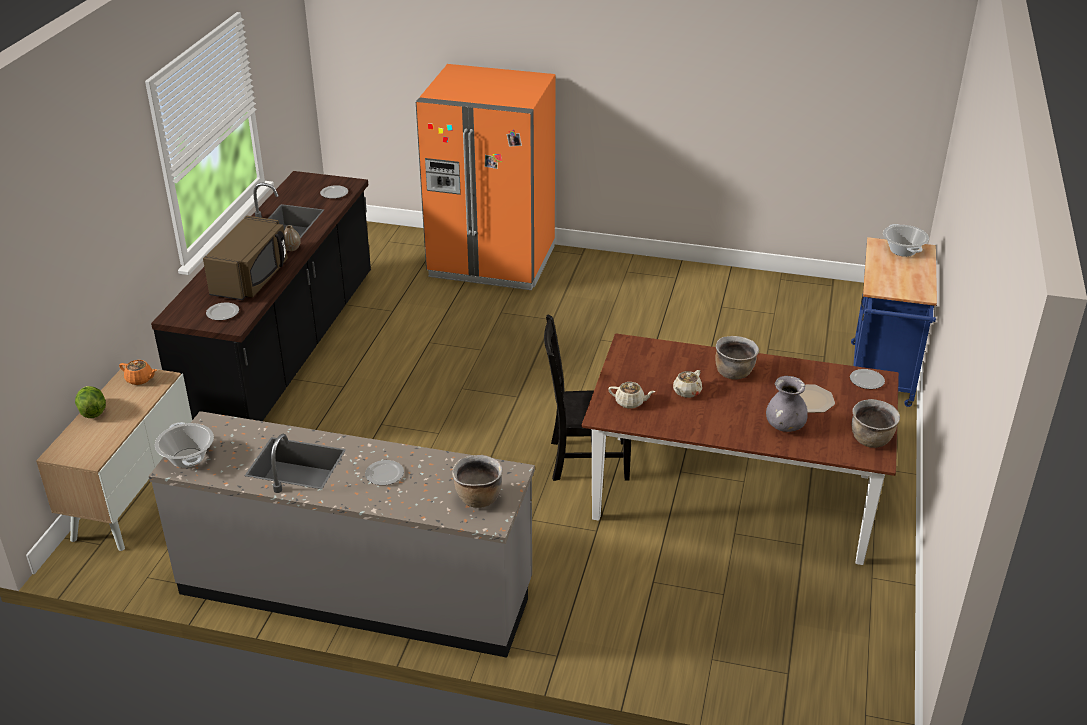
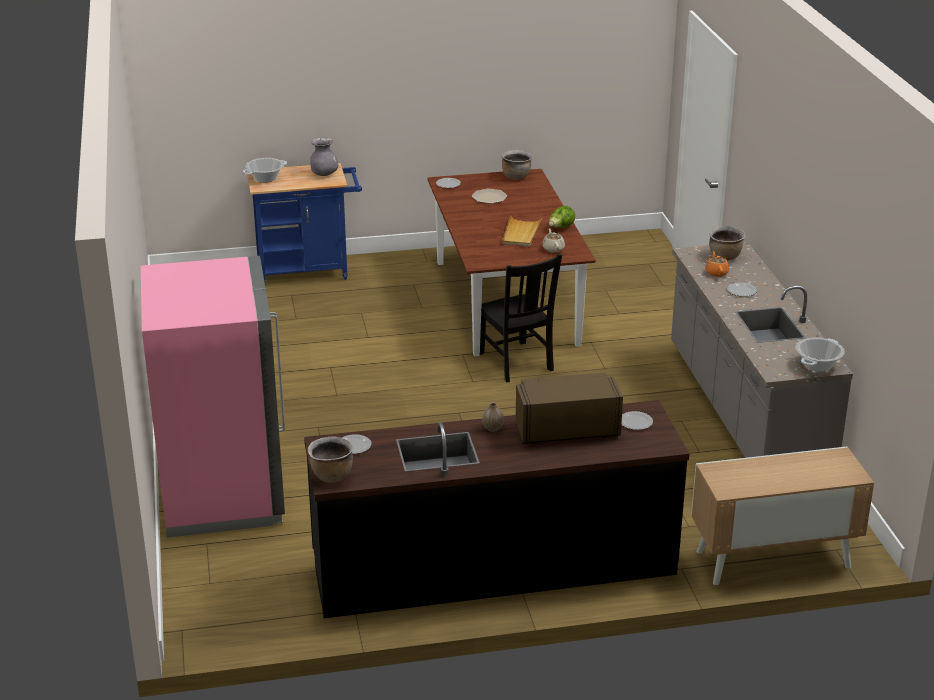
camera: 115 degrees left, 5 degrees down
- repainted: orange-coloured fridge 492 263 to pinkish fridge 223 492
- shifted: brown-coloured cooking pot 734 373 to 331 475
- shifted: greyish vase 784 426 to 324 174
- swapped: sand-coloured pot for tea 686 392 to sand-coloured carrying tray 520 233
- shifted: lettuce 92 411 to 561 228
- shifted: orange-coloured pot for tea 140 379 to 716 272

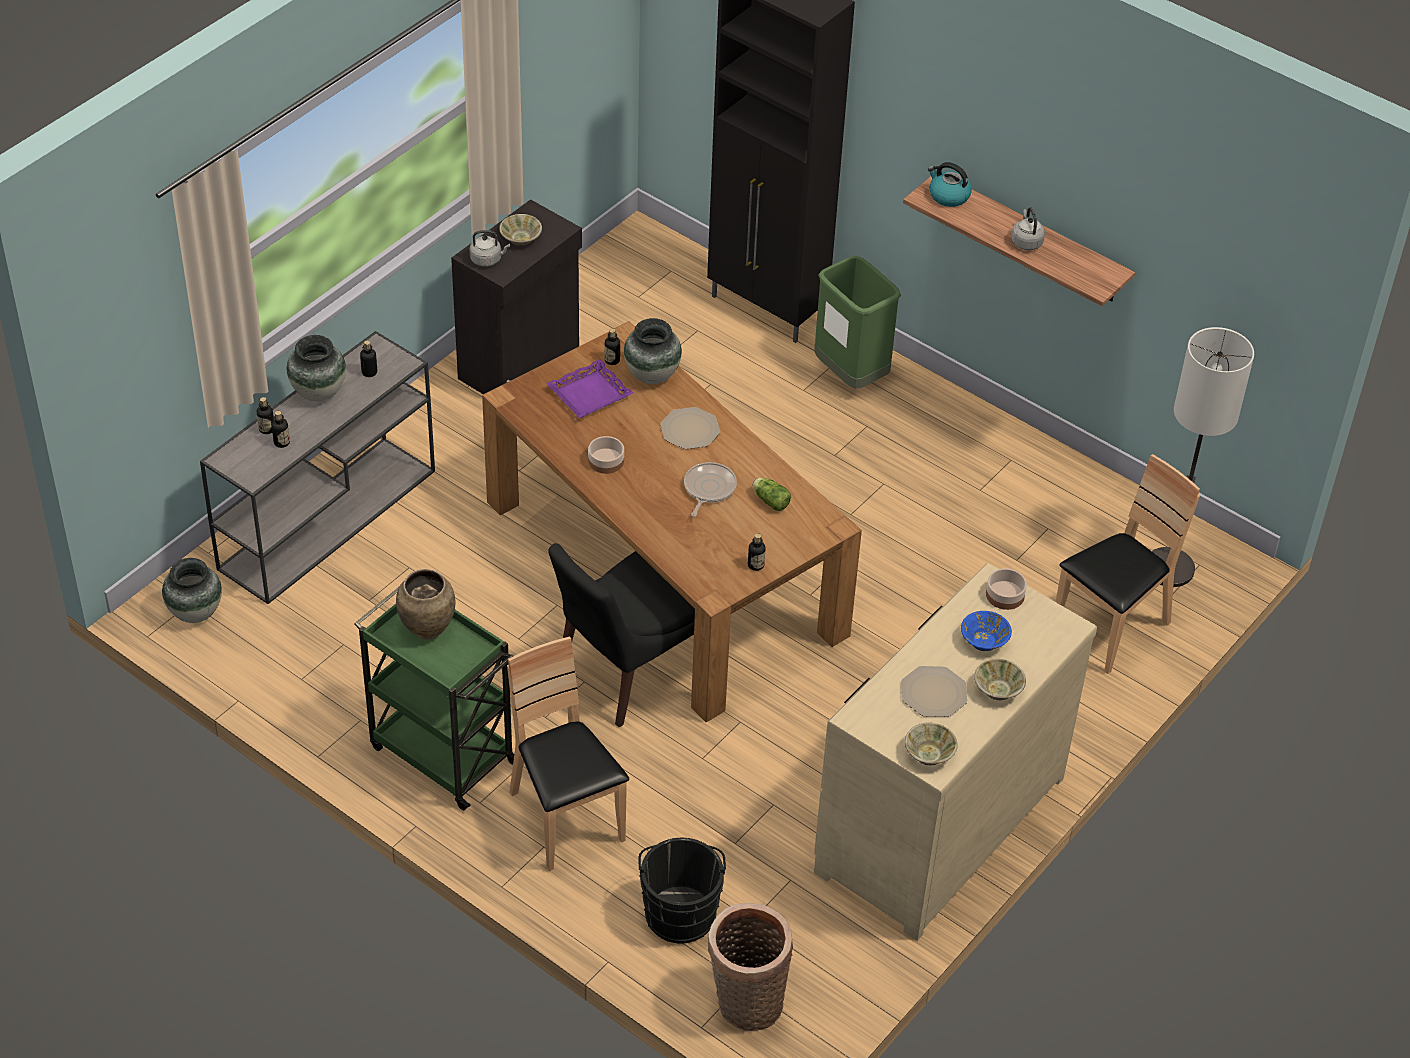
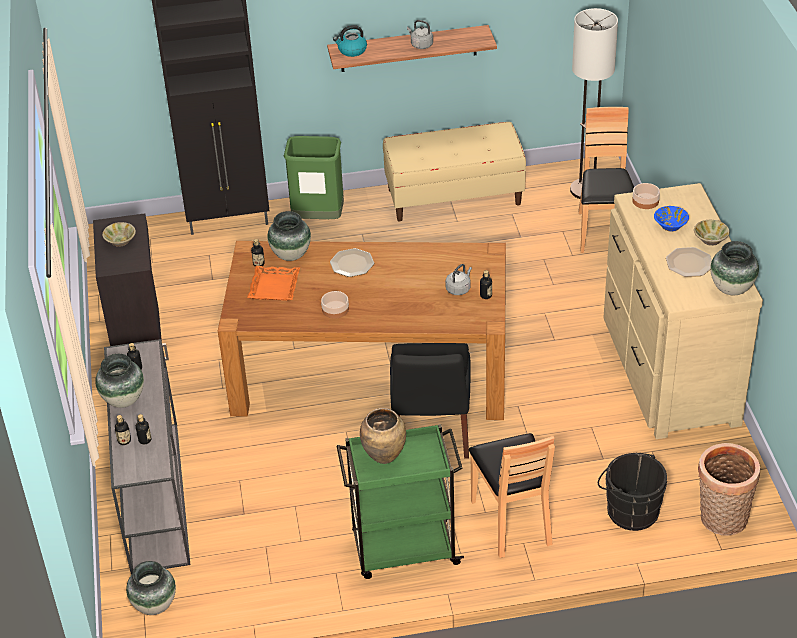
camera: 45 degrees left, 5 degrees down
- repainted: purple-coloured carrying tray 589 394 to orange-coloured carrying tray 273 287
- new: sand-coloured long seat 454 196
- shifted: greyish kettle 487 259 to 459 289
- rotated: brown-coloured plain chair 565 819 = 512 521 120 degrees counterclockwise
- swapped: sand-coloured deep dish 929 754 to vase 731 288
- gone: skillet 708 489
- gone: lettuce 769 500

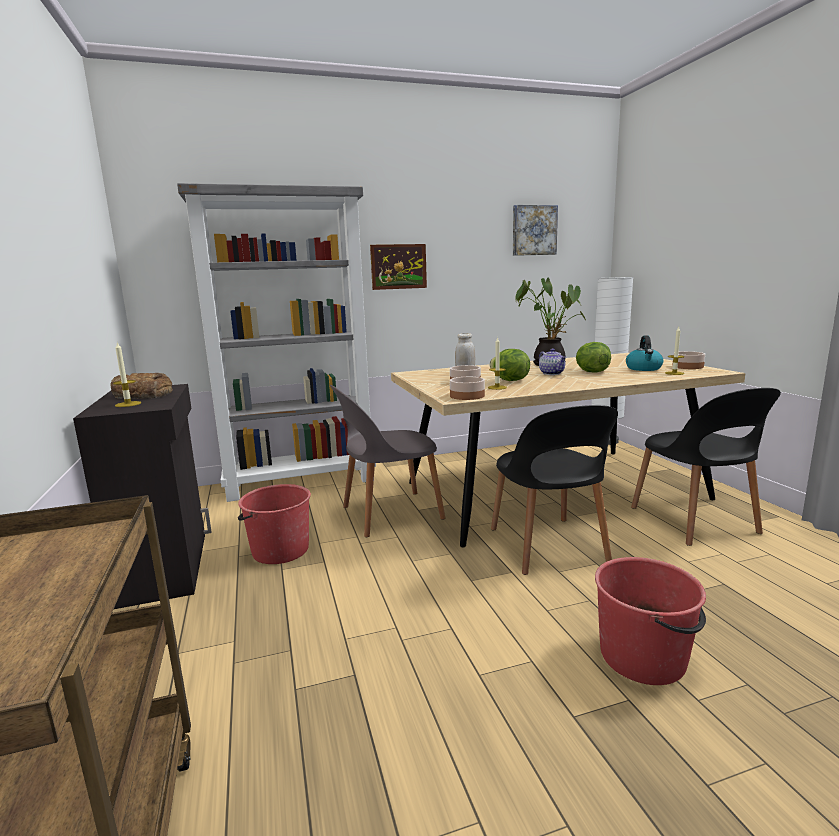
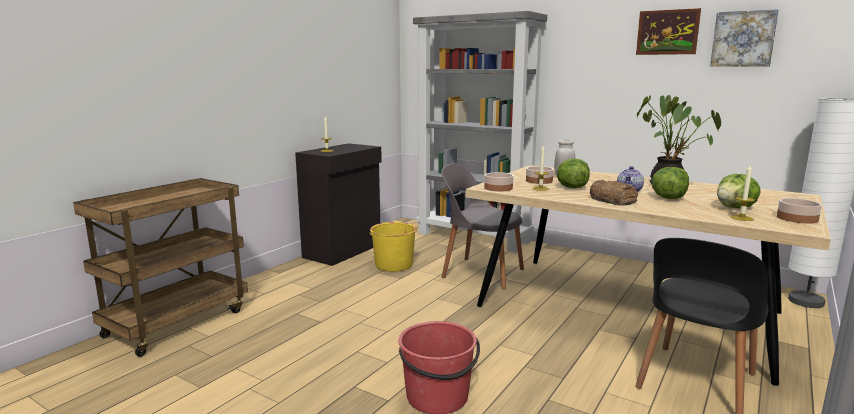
camera: 50 degrees right, 0 degrees up
- repainted: red water bucket 279 550 to yellow-coloured water bucket 393 265
- shifted: bread 143 394 to 613 199
- shifted: picture 398 266 to 667 32
- swapped: kettle 644 368 to lettuce 735 208
- gone: blackish plain chair 548 547

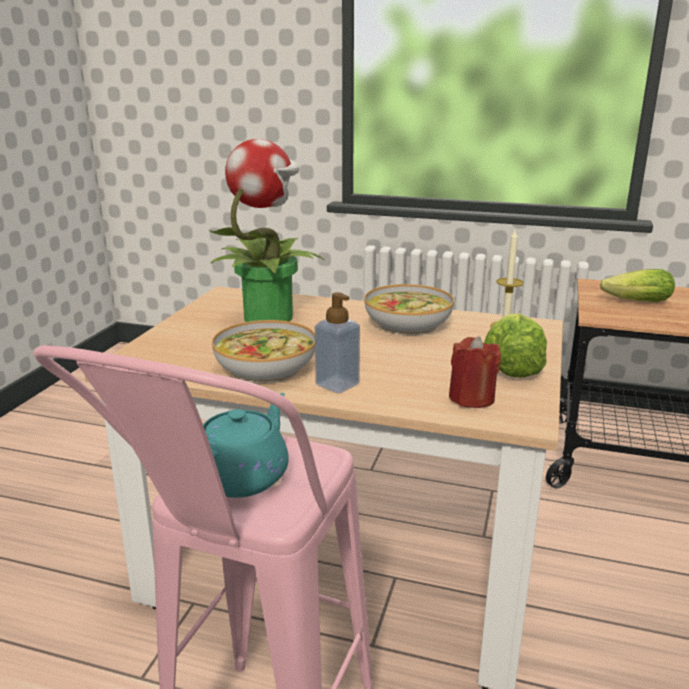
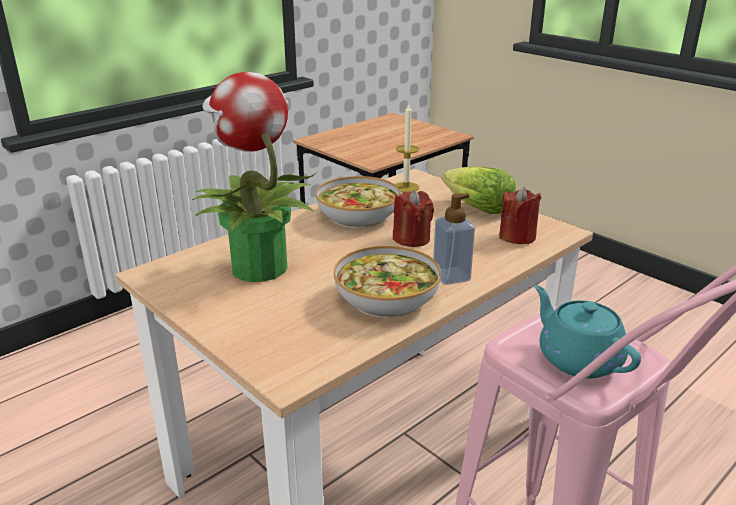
camera: 60 degrees left, 5 degrees up
- new: red candle 411 239
- gone: lettuce 633 302

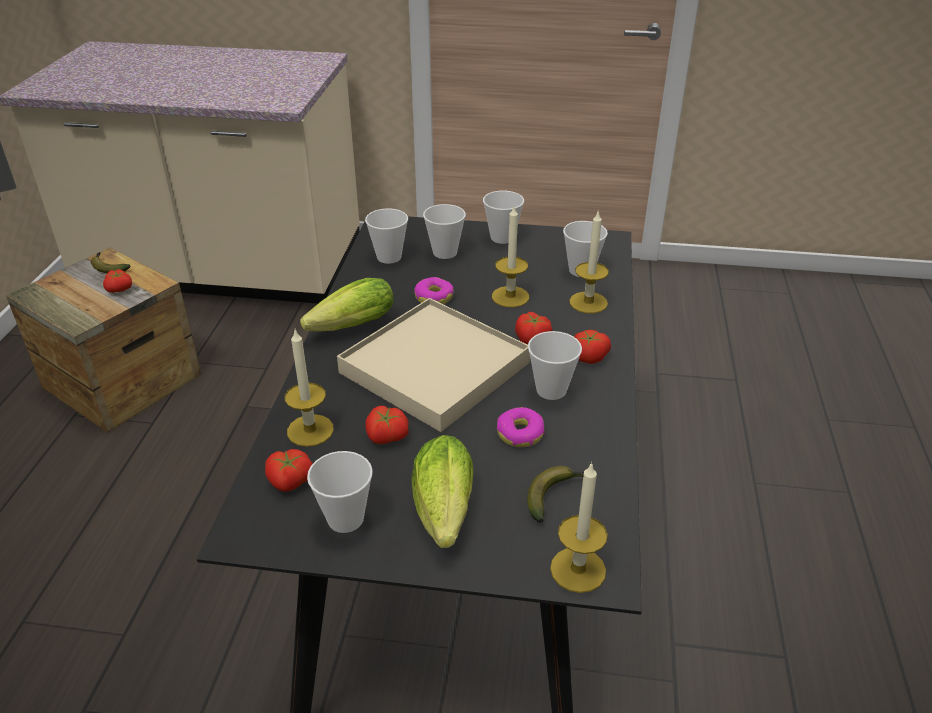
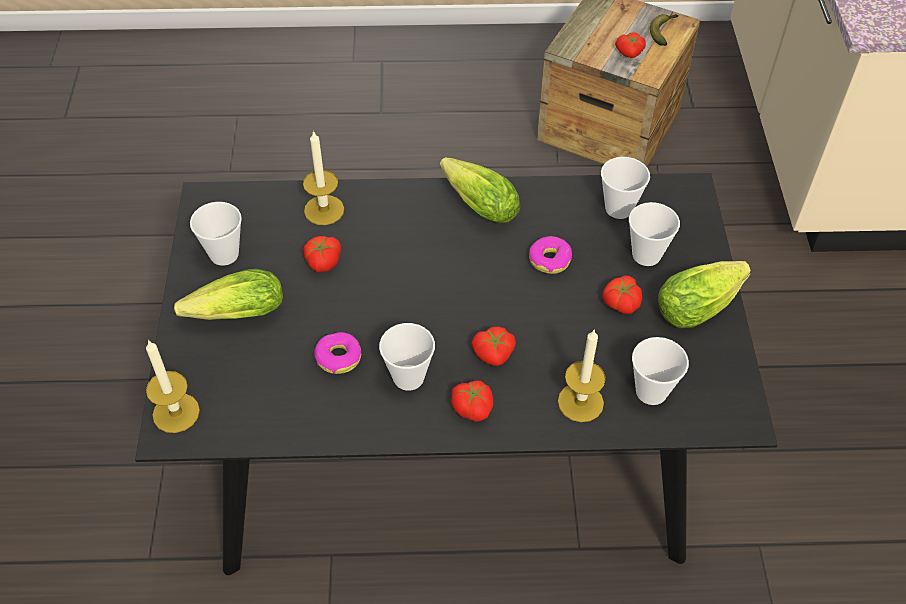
camera: 80 degrees right, 15 degrees up
- shifted: fresh tomato 290 481 to 620 303
- swapped: cup 502 237 to lettuce 702 304
- gone: sand-coloured carrying tray 434 367
- gone: candle 510 297
- gone: banana 555 495

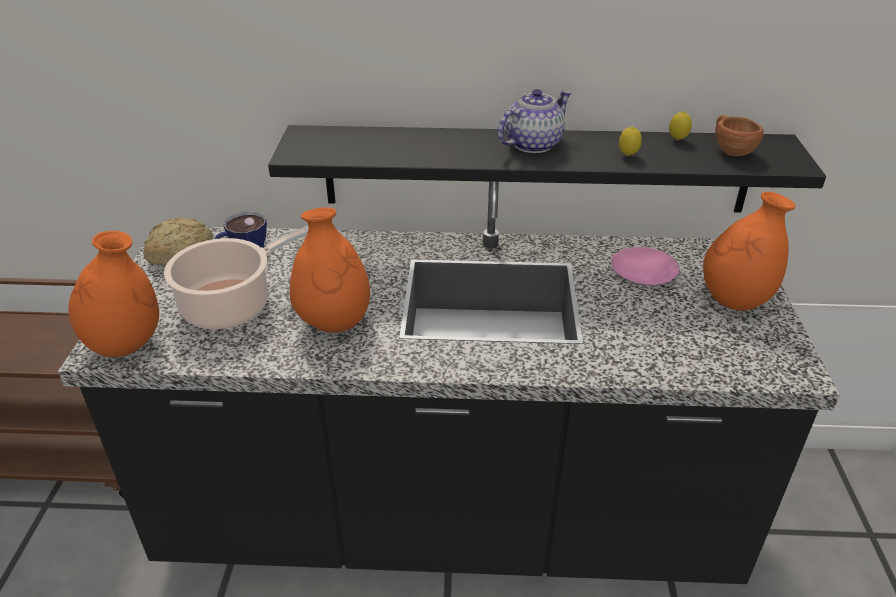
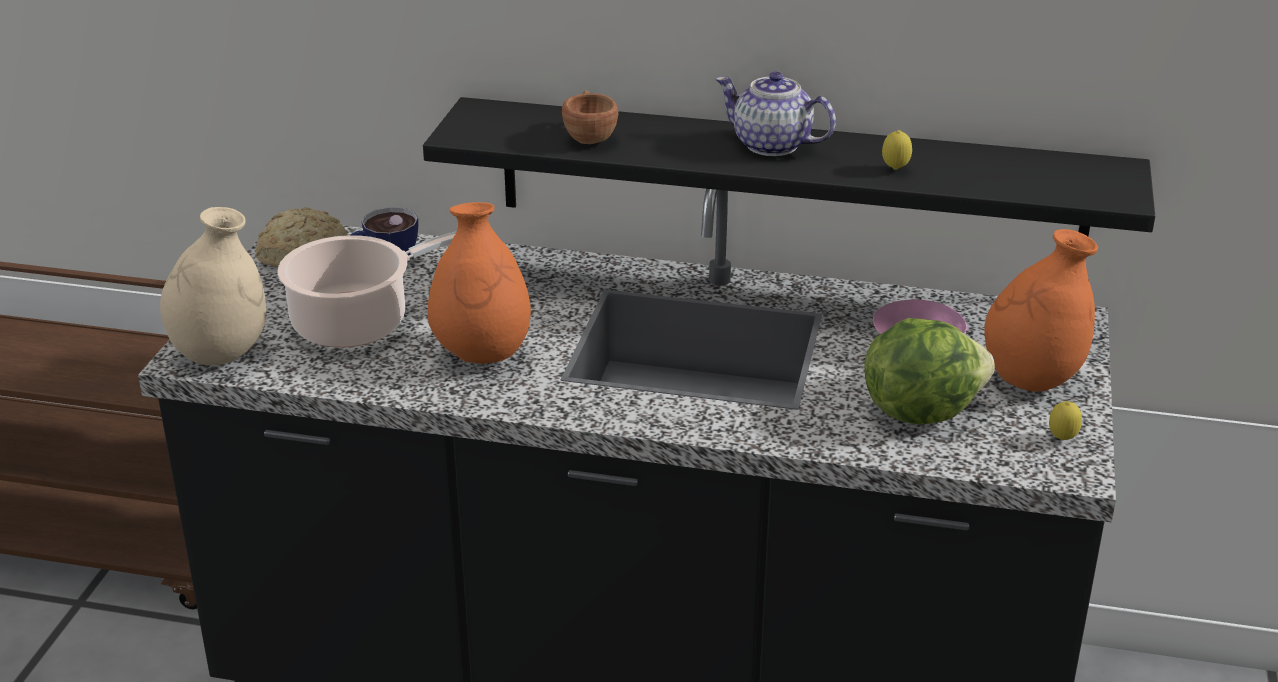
camera: 10 degrees right, 5 degrees down
- repainted: orange-coloured vase 126 344 to sand-coloured vase 221 354
- shifted: brown-coloured cup 730 150 to 589 136
- rotated: pot for tea 532 144 = 772 145 120 degrees counterclockwise
- new: lettuce 920 410
- shifted: lemon 677 140 to 1062 439

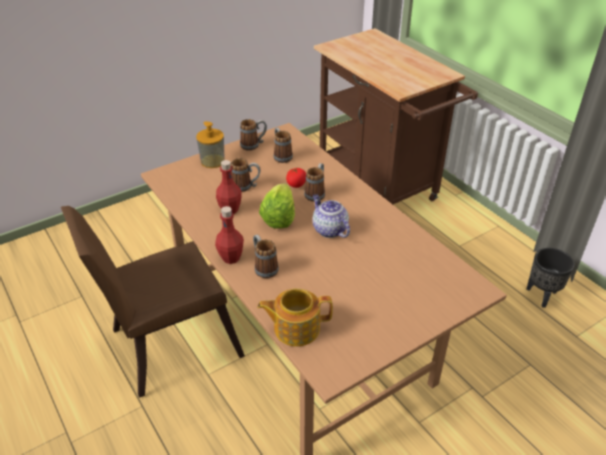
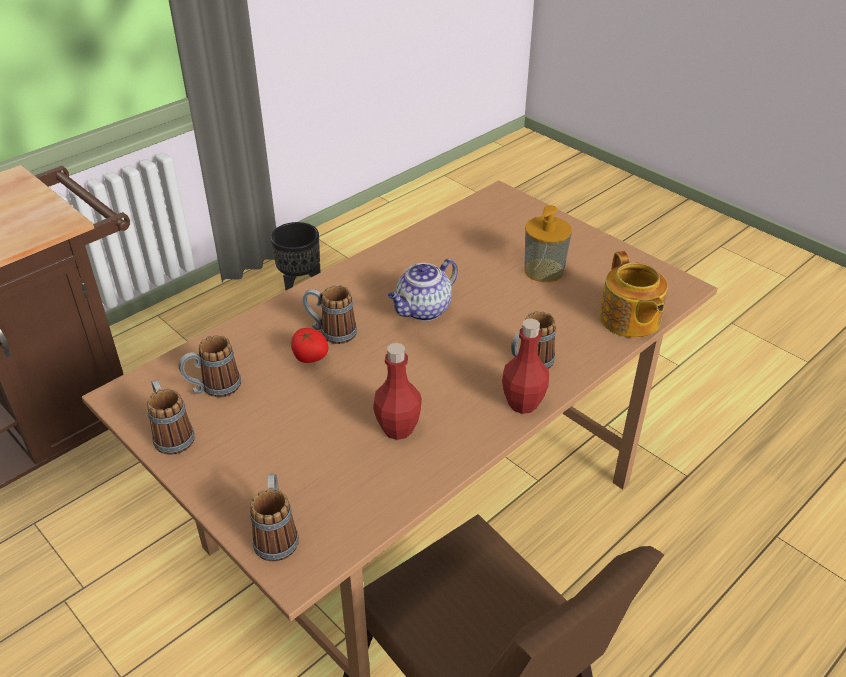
camera: 100 degrees left, 0 degrees up
- shifted: coffee mug 246 186 to 277 535
- shifted: liquid soap bottle 212 161 to 543 270
- gone: lettuce 279 218

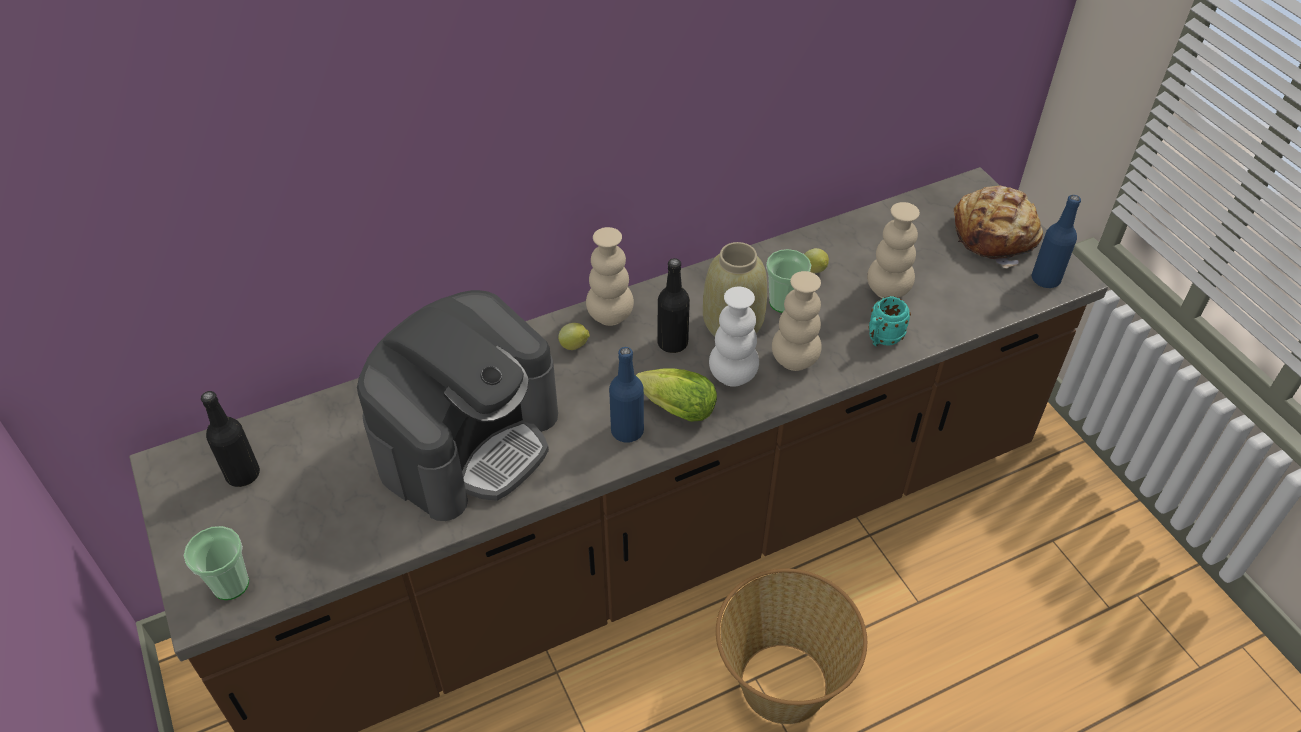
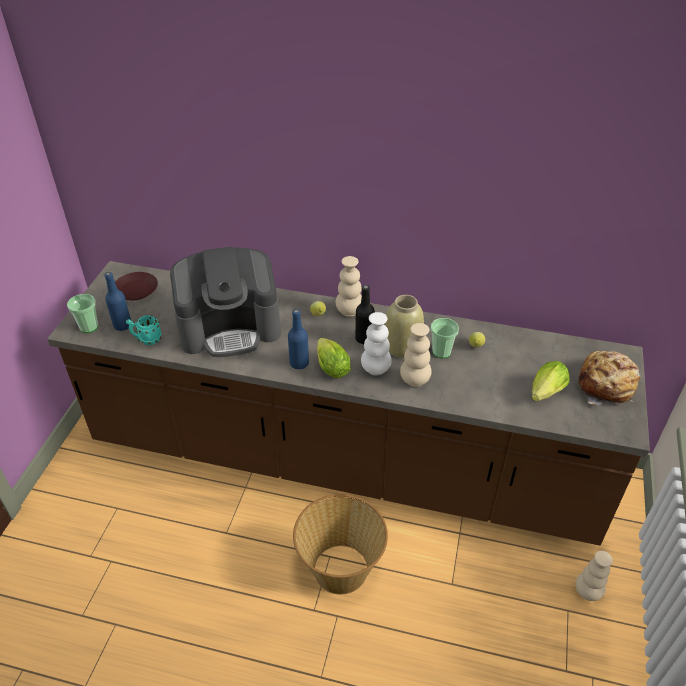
camera: 40 degrees right, 5 degrees down
- shifted: blue-coloured beverage bottle 1045 279 to 122 325
- swapped: blackish beverage bottle 243 474 to brown-coloured dinner plate 136 290
- shifted: turquoise coffee mug 881 339 to 147 340
- new: lettuce 544 394
- shifted: sand-coloured vase 887 291 to 587 592

